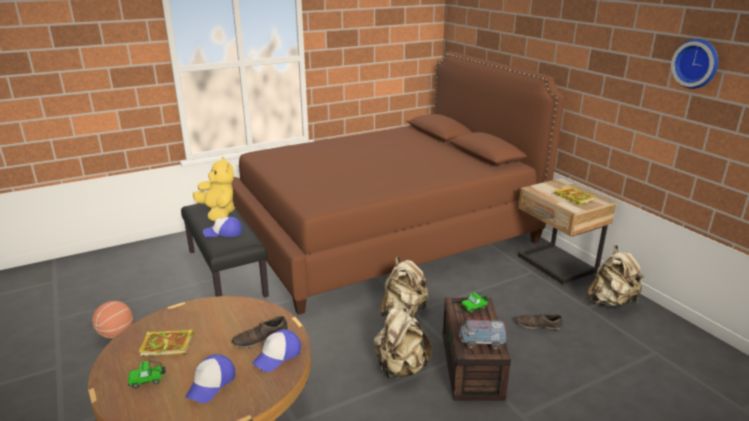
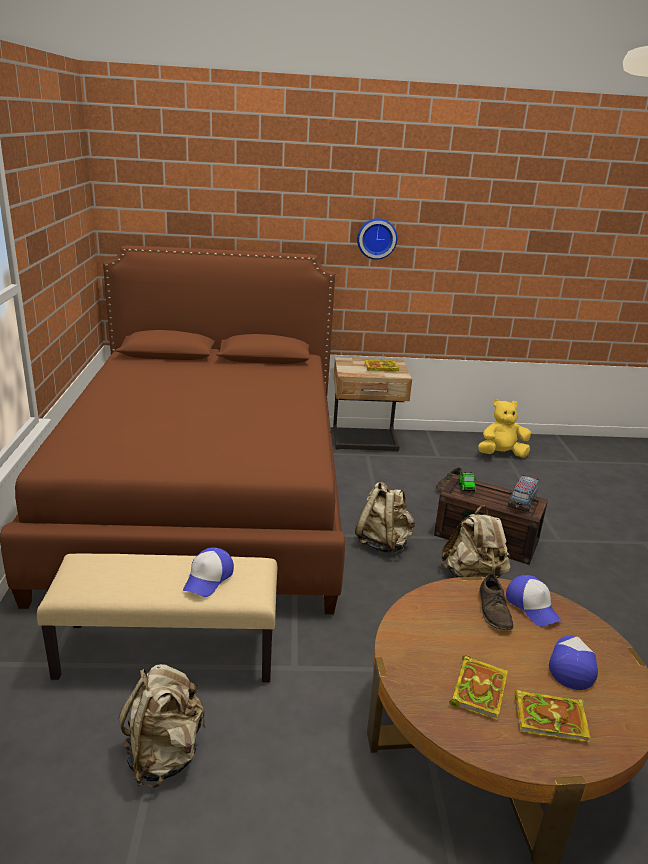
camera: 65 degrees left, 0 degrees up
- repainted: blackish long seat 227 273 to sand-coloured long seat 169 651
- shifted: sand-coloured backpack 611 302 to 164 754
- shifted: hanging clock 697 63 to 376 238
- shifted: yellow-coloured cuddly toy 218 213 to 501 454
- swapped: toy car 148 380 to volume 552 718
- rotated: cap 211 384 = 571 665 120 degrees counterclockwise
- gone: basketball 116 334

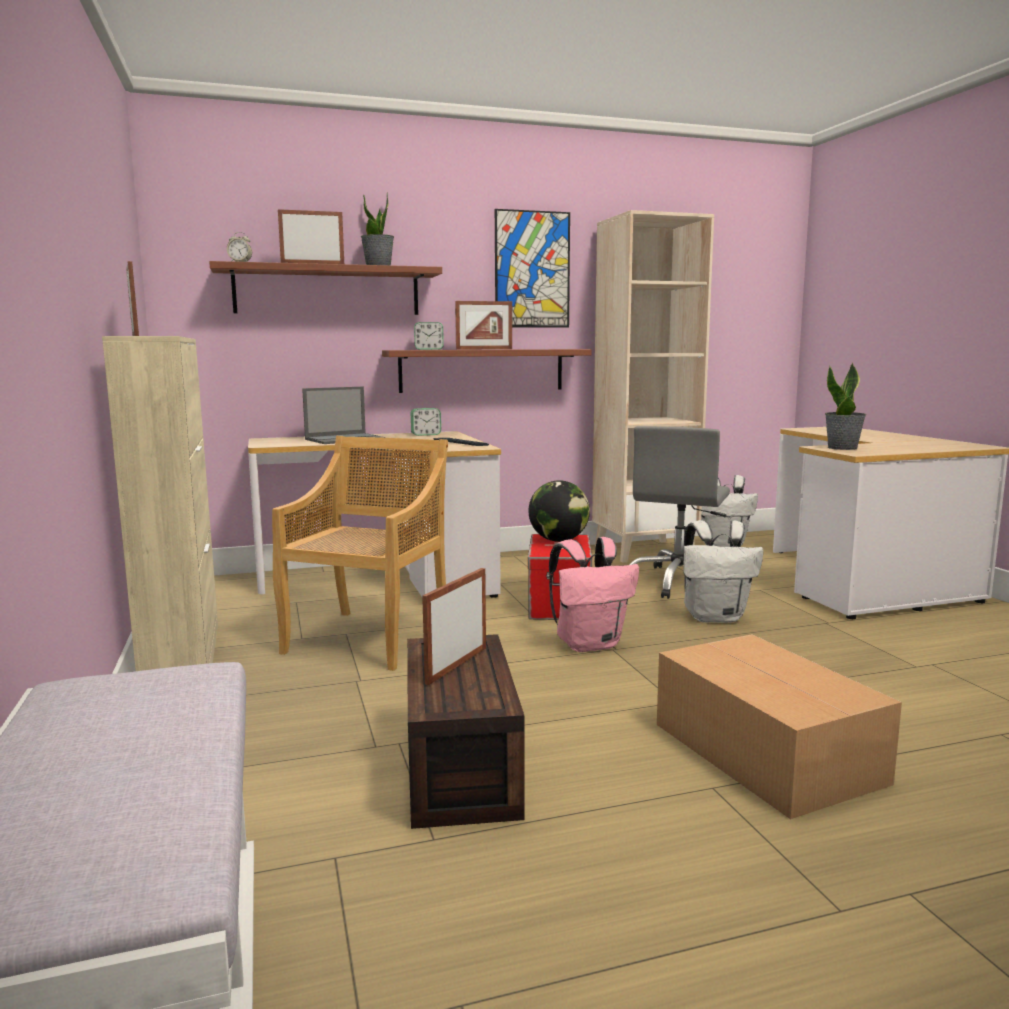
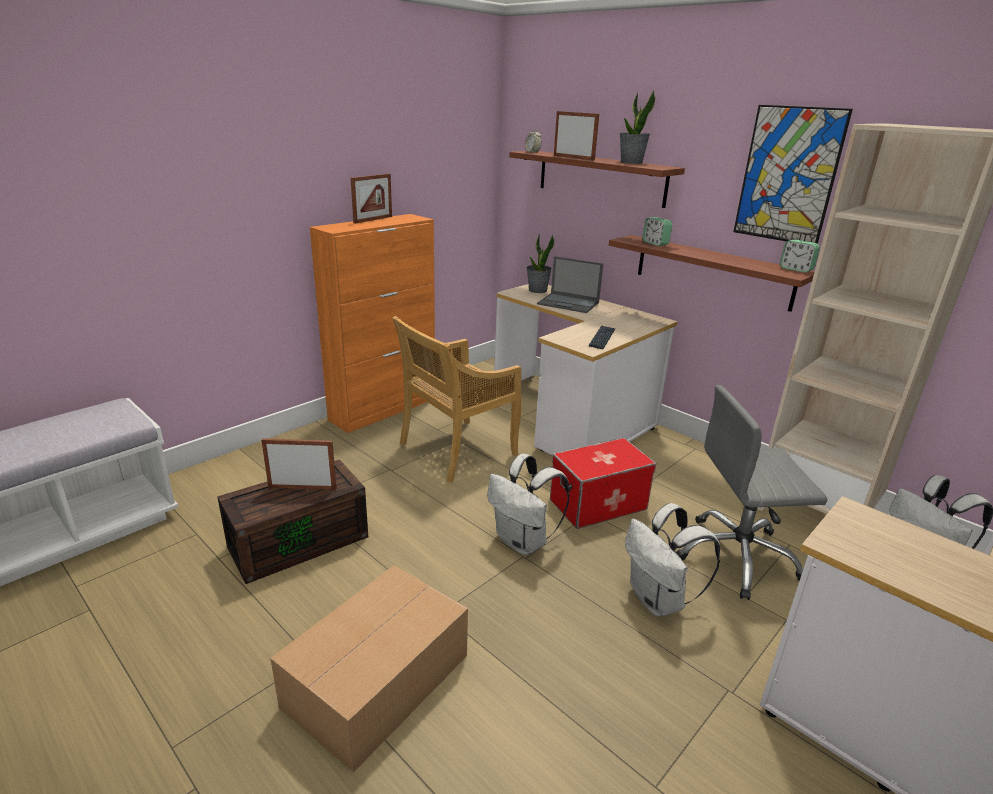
camera: 60 degrees right, 15 degrees up
- repainted: sand-coloured cupboard 183 658 to orange-coloured cupboard 384 409
- rotated: sand-coloured plain chair 369 638 = 456 450 150 degrees clockwise
- repainted: pinkish backpack 589 644 to whitish backpack 524 542
- shifted: potted plant 843 448 to 537 290
- shifted: table clock 426 434 to 796 269
- gone: standing frame 484 349
- gone: world globe 558 540

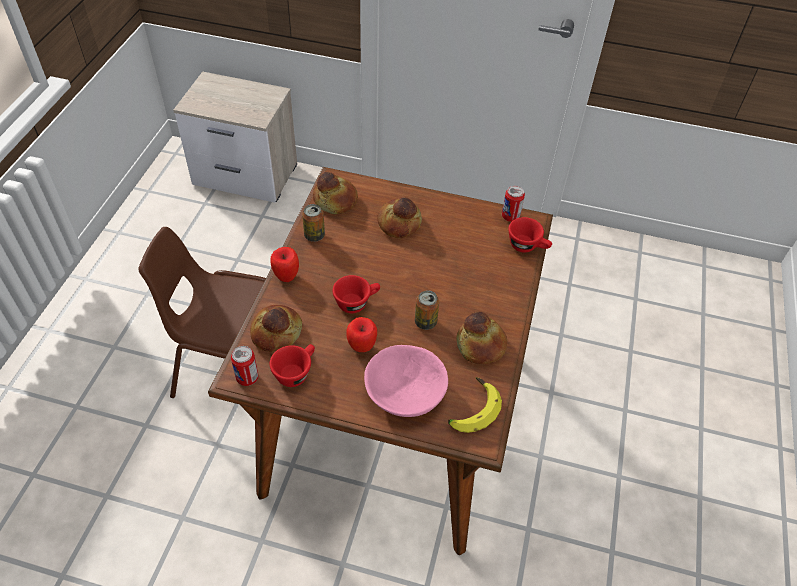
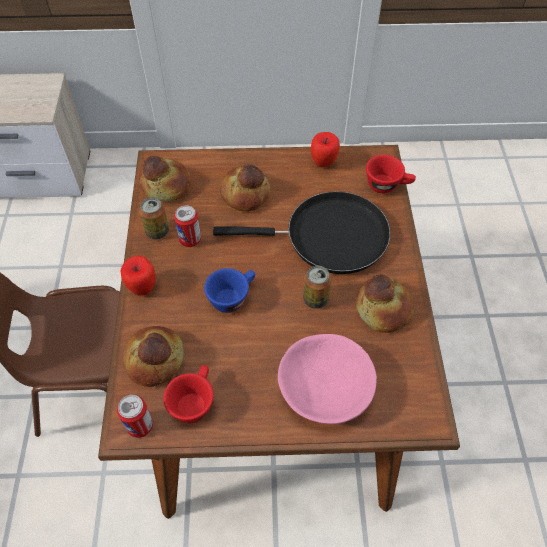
camera: 15 degrees left, 5 degrees up
- shifted: can 510 216 to 190 240
- repainted: red cup 357 302 to blue-coloured cup 232 297
- new: blackish skillet 329 237
- shifted: apple 362 347 to 323 163
- gone: banana 471 409

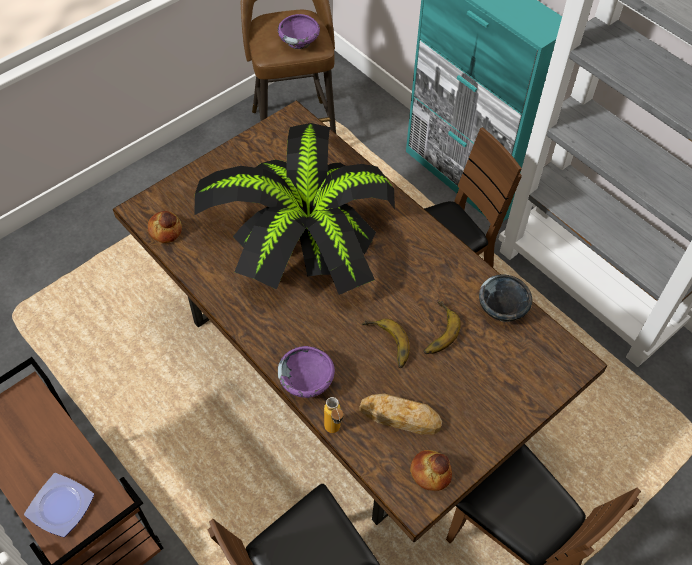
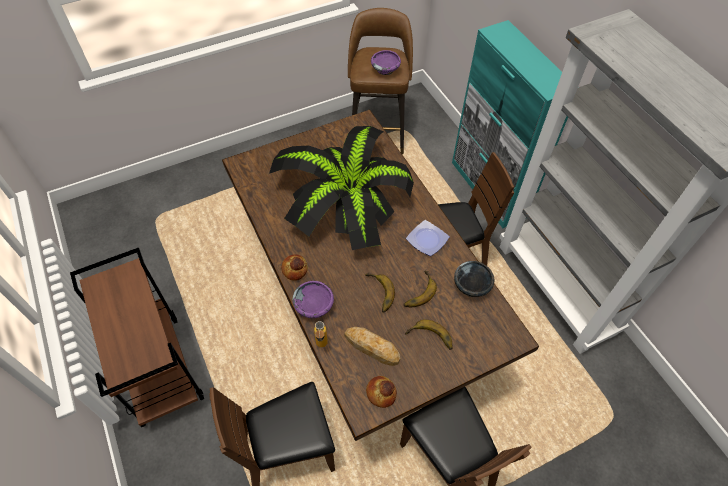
camera: 15 degrees right, 0 degrees up
- shifted: bread 166 230 to 295 269
- new: banana 429 339
- shifted: dinner plate 59 507 to 426 240

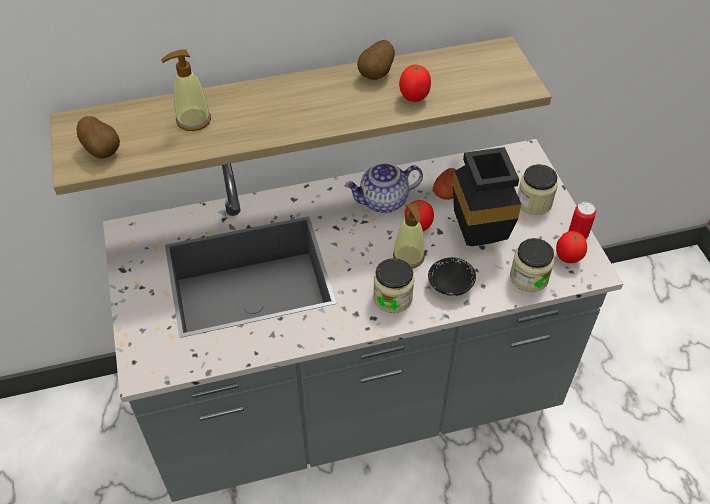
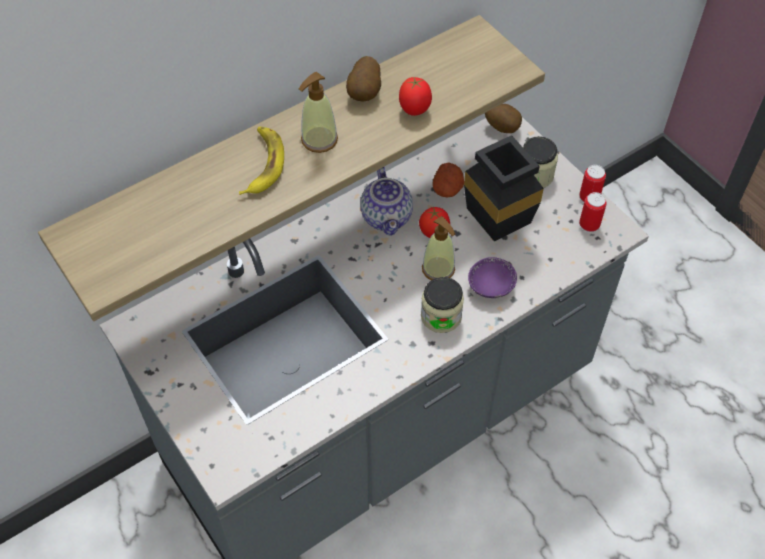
camera: 20 degrees left, 5 degrees up
- new: banana 263 164
- shifted: liquid soap bottle 193 120 to 319 140
- rotated: pot for tea 383 202 = 388 217 60 degrees counterclockwise
- repainted: blackish deep dish 450 285 to purple-coloured deep dish 491 286
- shifted: spud 103 151 to 502 127
- swapped: fresh tomato 567 258 to can 589 225
- gone: storage jar 529 277

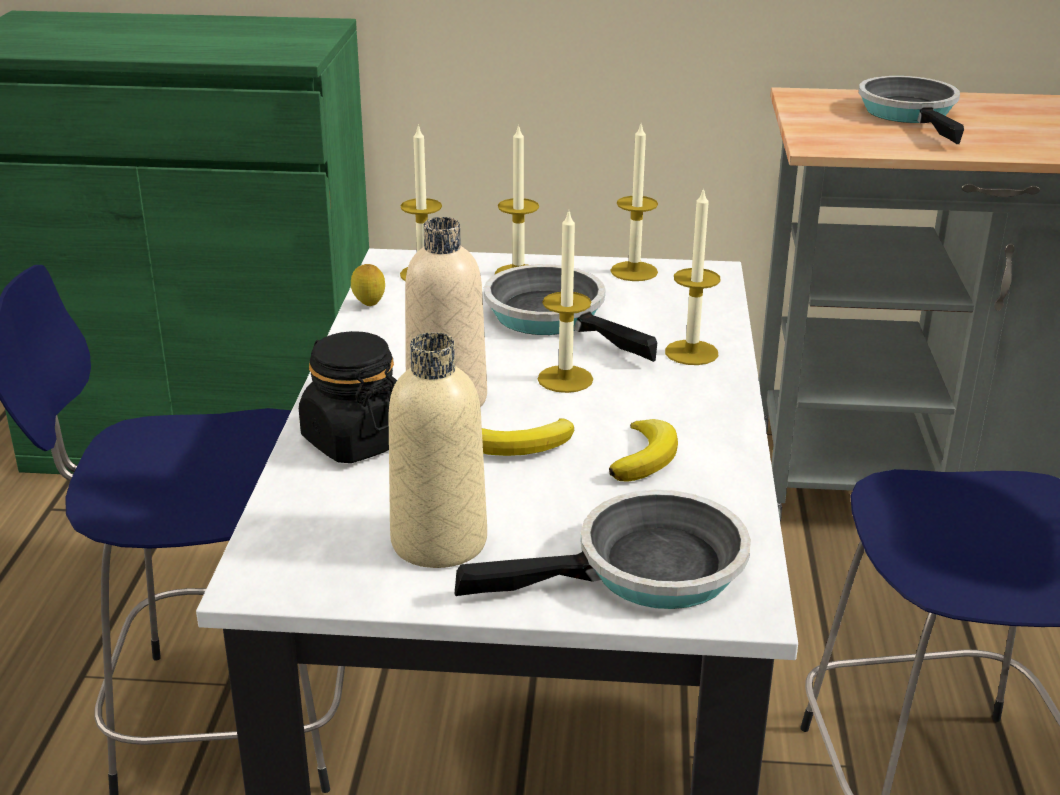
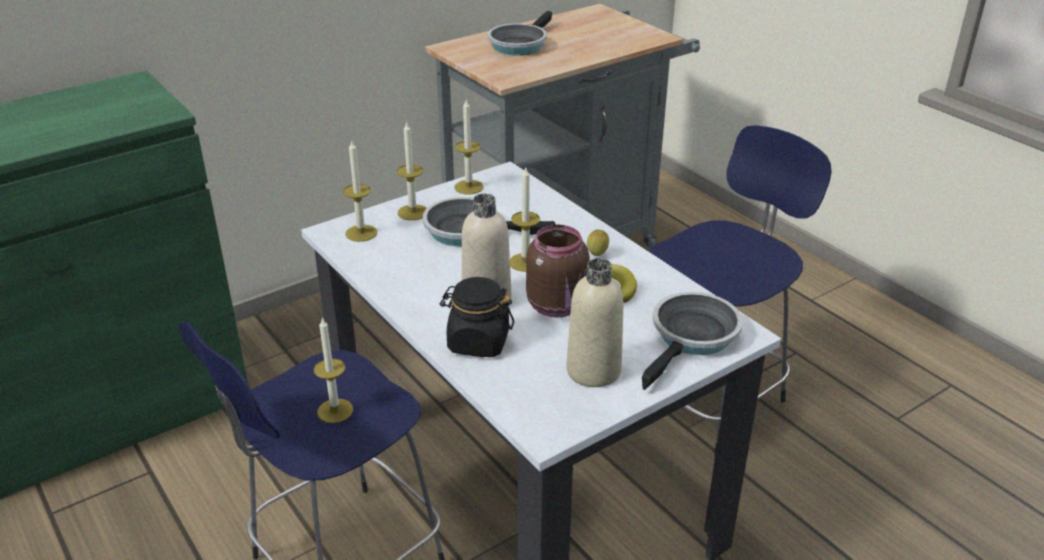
camera: 40 degrees left, 5 degrees up
- shifted: candle 691 352 to 335 411
- rotated: skillet 911 114 = 519 44 105 degrees counterclockwise
- swapped: banana 524 445 to brown-coloured storage jar 558 305
- shifted: lemon 369 306 to 597 255

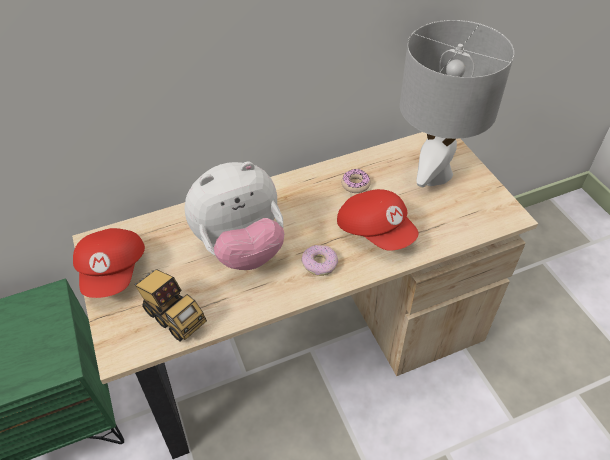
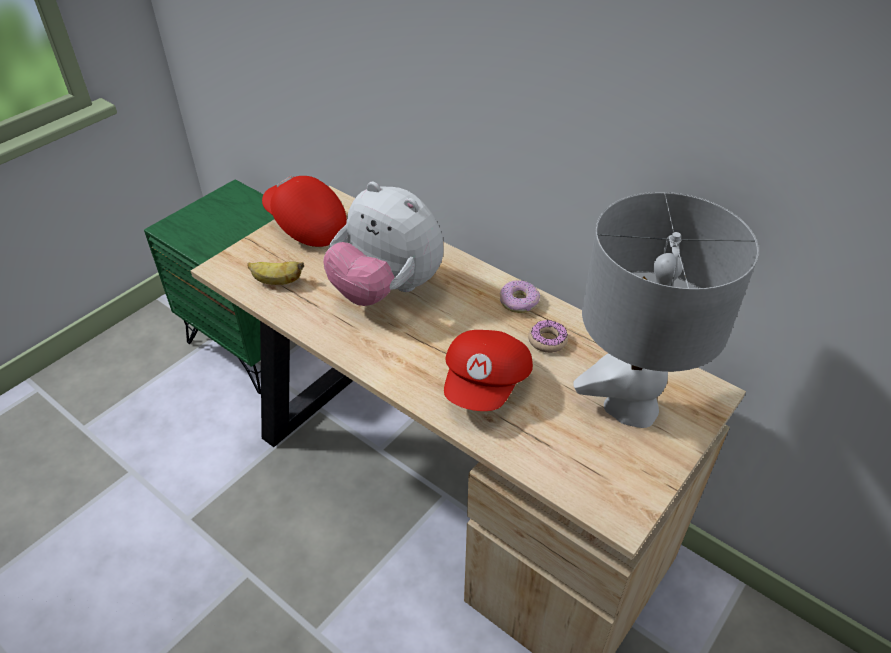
camera: 60 degrees right, 5 degrees down
- swapped: model truck 173 316 to banana 276 282
- rotated: red cap 115 271 = 305 226 75 degrees clockwise
- shifted: donut 319 263 to 519 301

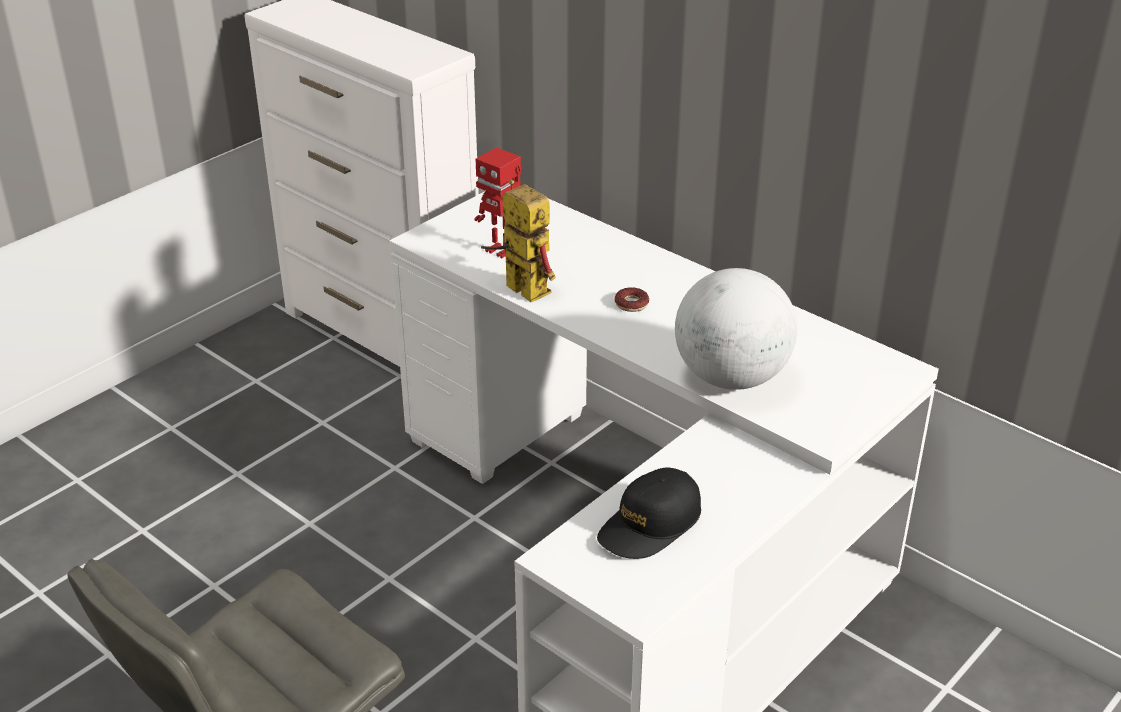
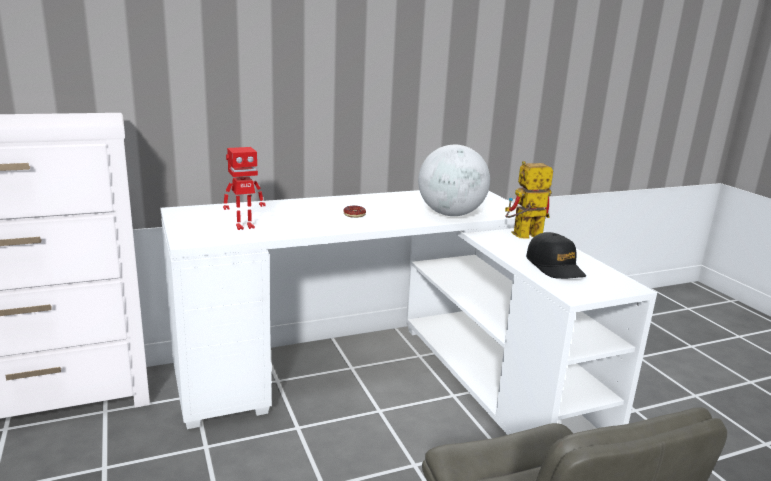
camera: 65 degrees left, 15 degrees down
- shifted: robot figure 518 287 to 522 236

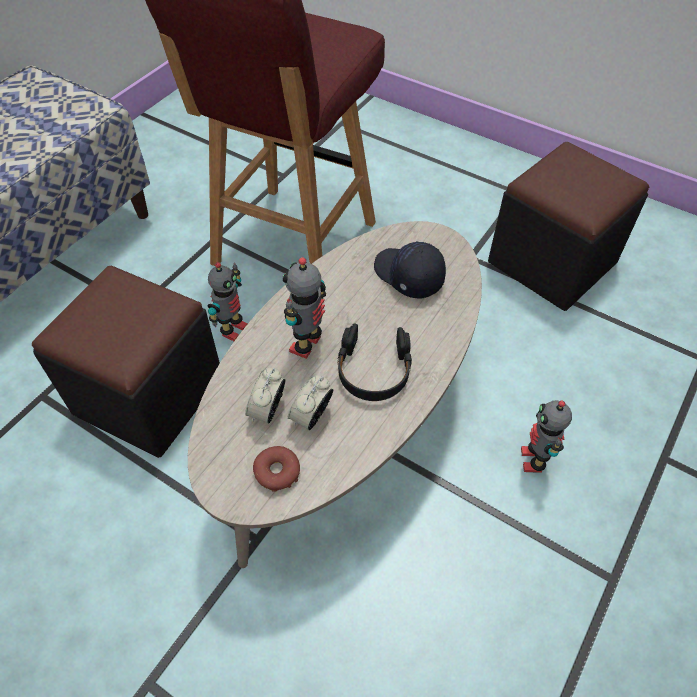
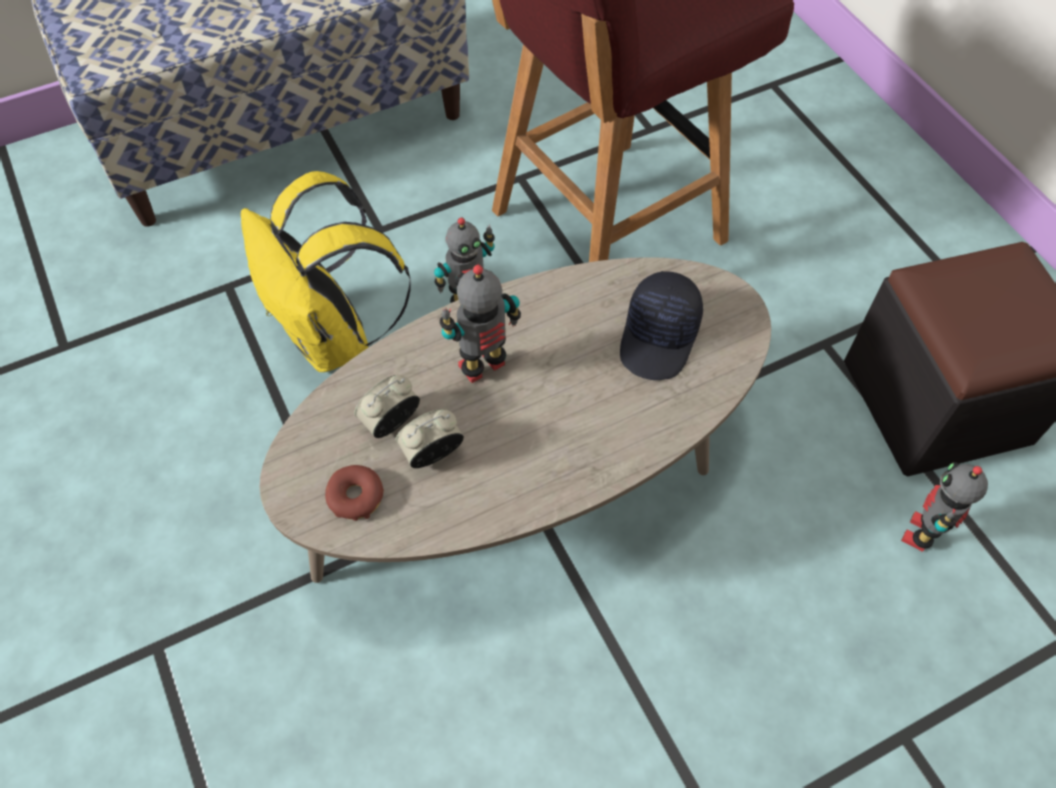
camera: 30 degrees right, 5 degrees up
- swapped: blackish ottoman 149 394 to yellow-coloured backpack 334 337
- rotated: blackish cap 407 276 = 660 337 150 degrees counterclockwise
- shifted: robot figure 533 460 to 921 534
- gone: blackish headphones 373 370

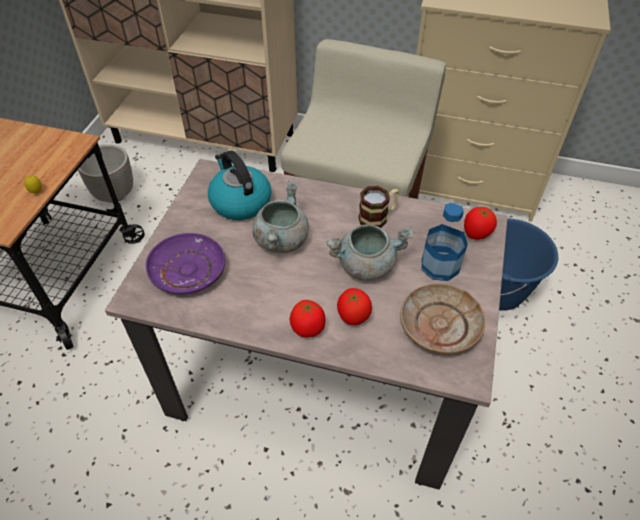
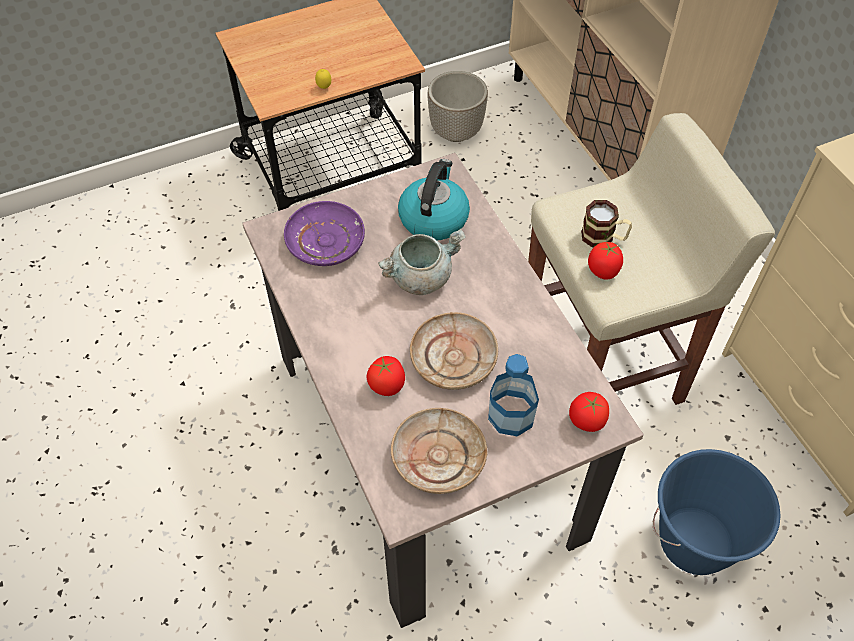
camera: 50 degrees right, 5 degrees up
- swapped: greyish cooking pot 366 265 to sand-coloured dinner plate 454 358
- shifted: coffee mug 378 217 to 604 238
- shifted: fresh tomato 308 328 to 603 271

